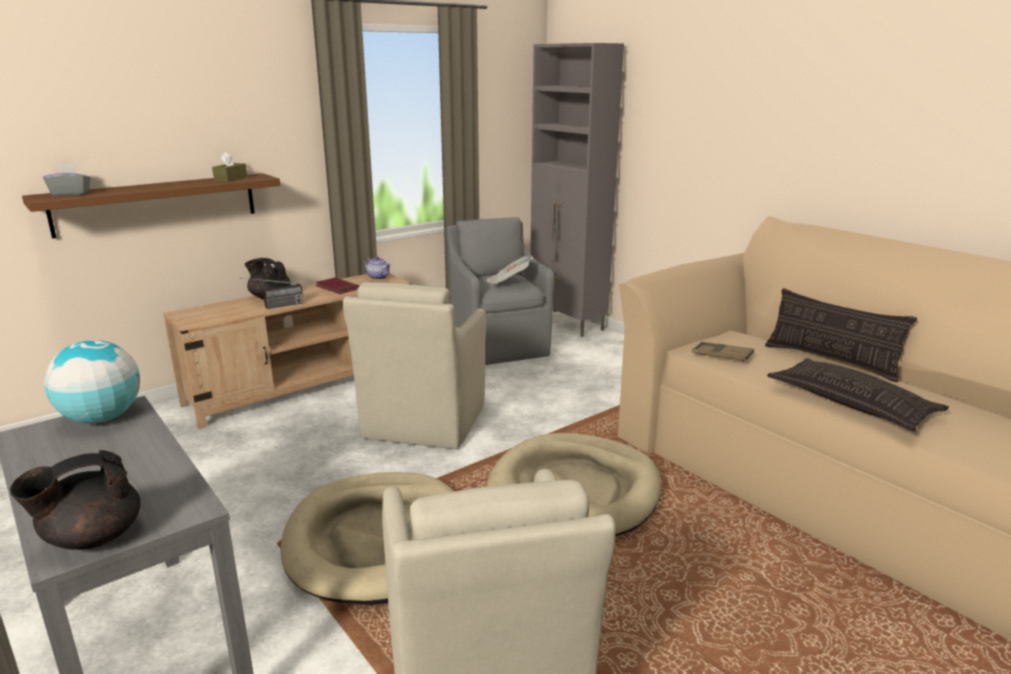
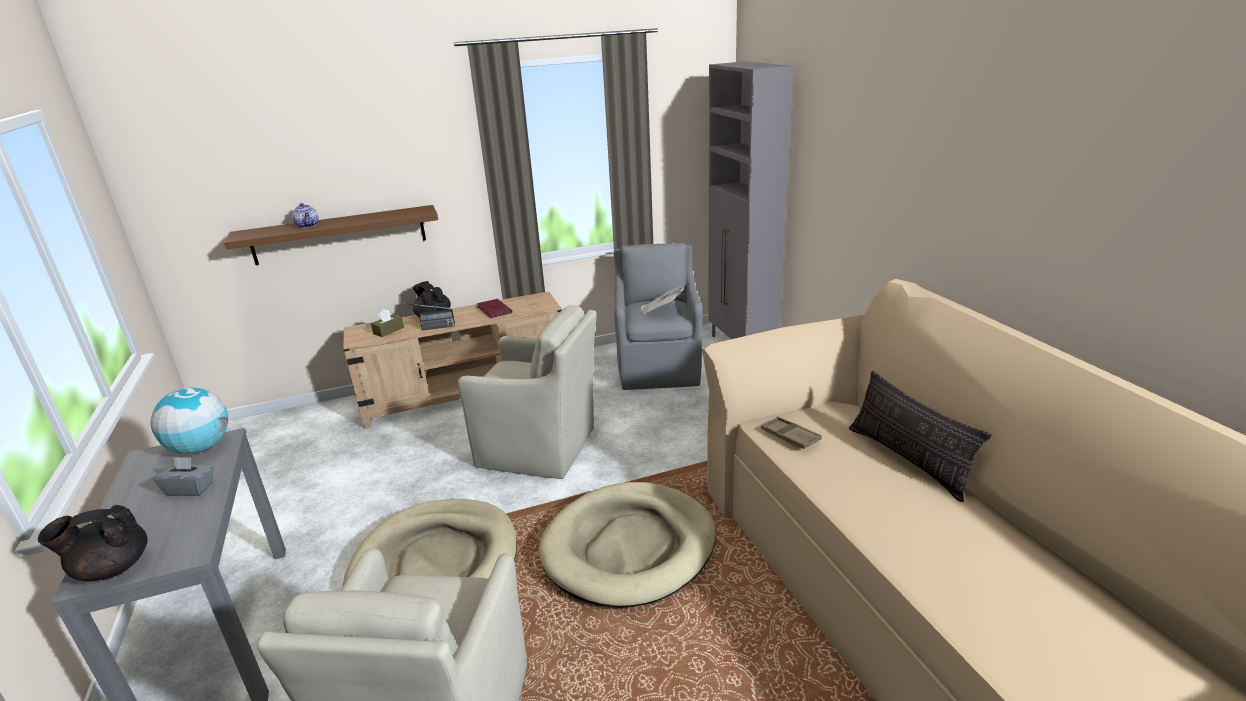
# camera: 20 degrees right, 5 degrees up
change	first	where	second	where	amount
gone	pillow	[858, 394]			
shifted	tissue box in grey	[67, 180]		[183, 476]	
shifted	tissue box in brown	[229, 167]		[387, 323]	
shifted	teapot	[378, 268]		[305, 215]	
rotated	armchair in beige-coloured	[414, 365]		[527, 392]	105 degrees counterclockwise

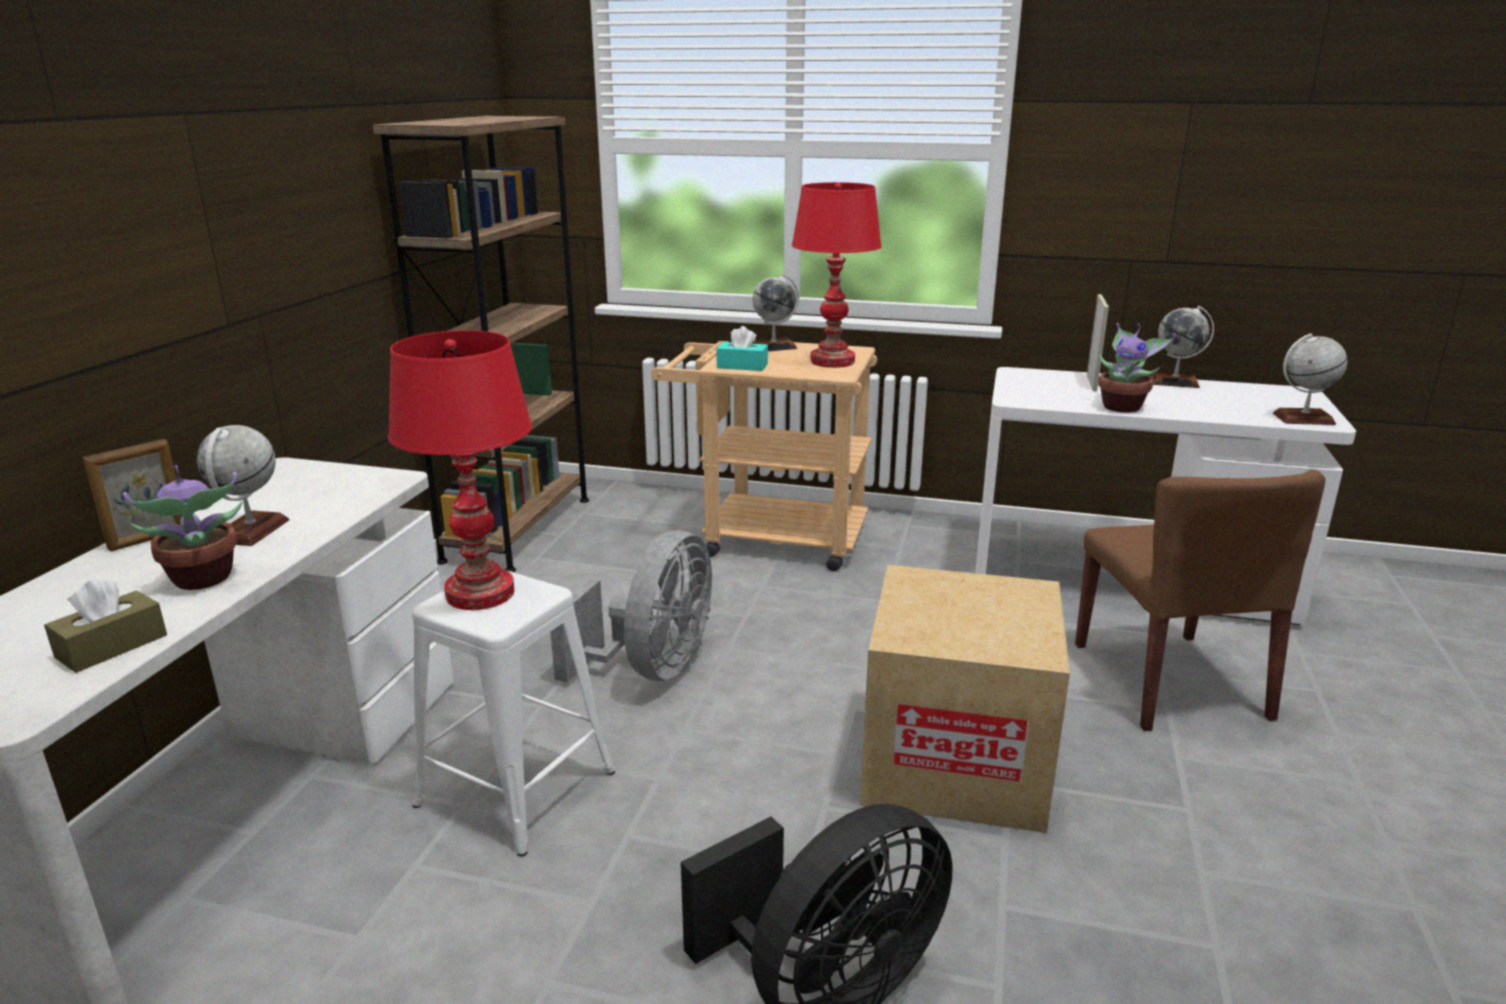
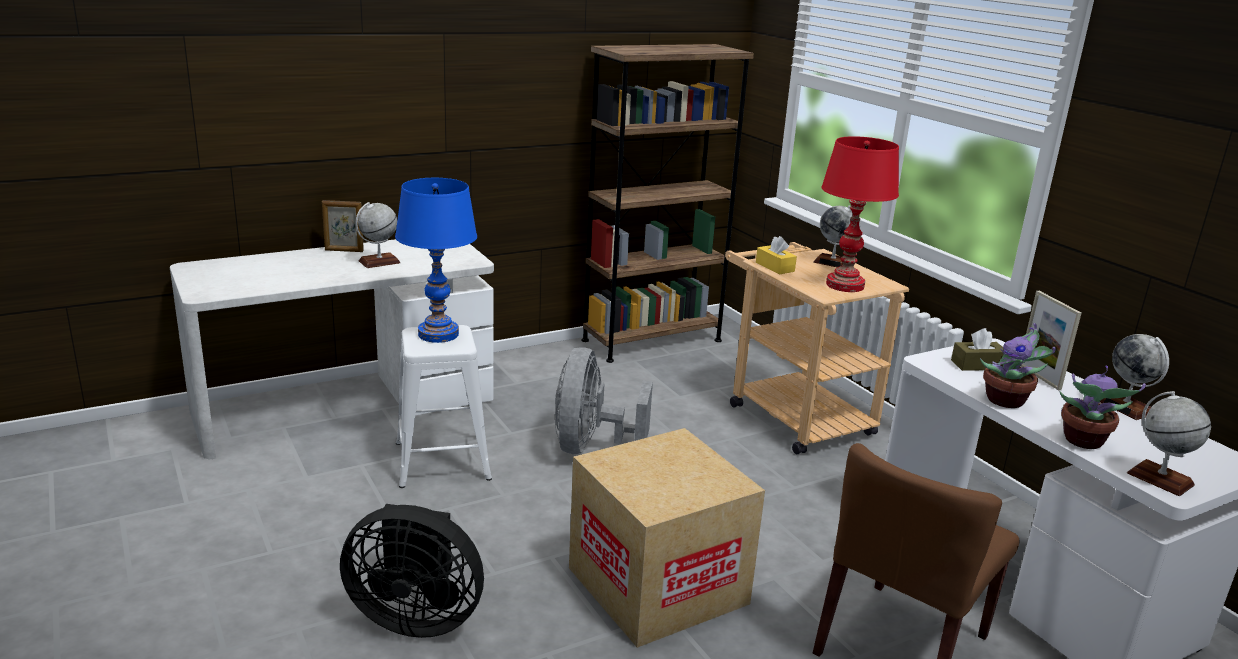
# camera: 45 degrees right, 0 degrees up
change	first	where	second	where	amount
shifted	tissue box in brown	[105, 625]		[977, 349]	
shifted	plant in a pot	[182, 527]		[1102, 407]	
repainted	tabletop lamp in red	[460, 470]	tabletop lamp in bluish	[436, 260]	
repainted	tissue box in turquoise	[742, 348]	tissue box in yellow-coloured	[776, 255]	
rotated	fan in grey	[631, 606]		[604, 400]	120 degrees clockwise
rotated	standing frame	[1098, 343]		[1051, 341]	105 degrees clockwise

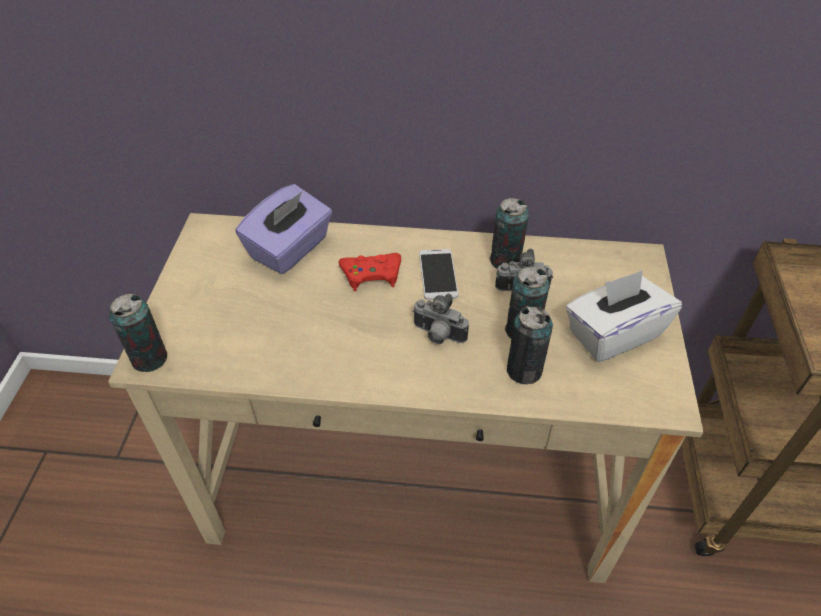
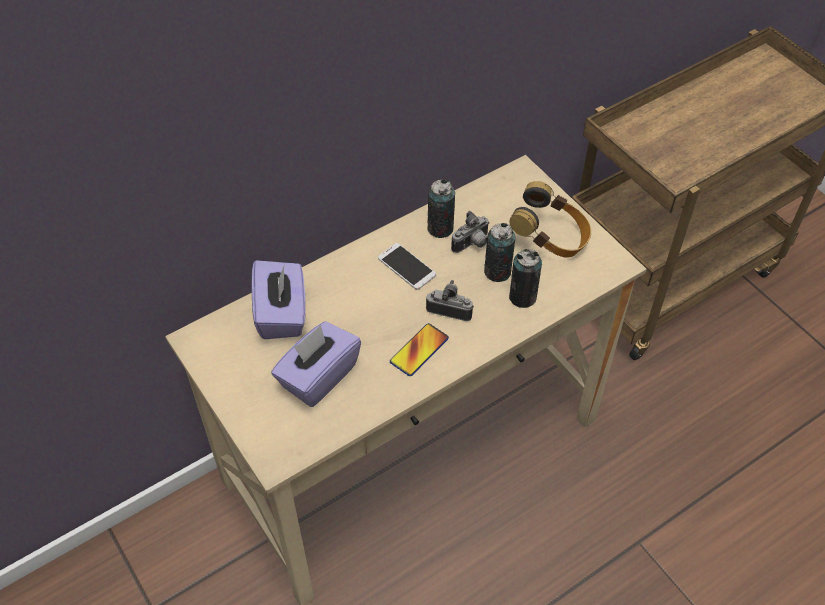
# camera: 40 degrees left, 5 degrees up
change	first	where	second	where	amount
gone	metal can	[138, 333]			
gone	joypad in red	[369, 272]			
new			tissue box in purple	[316, 364]	
new			handset	[419, 349]	
swapped	tissue box in whitish	[624, 316]	headphones	[550, 219]	
rotated	still camera	[440, 318]		[450, 300]	150 degrees counterclockwise

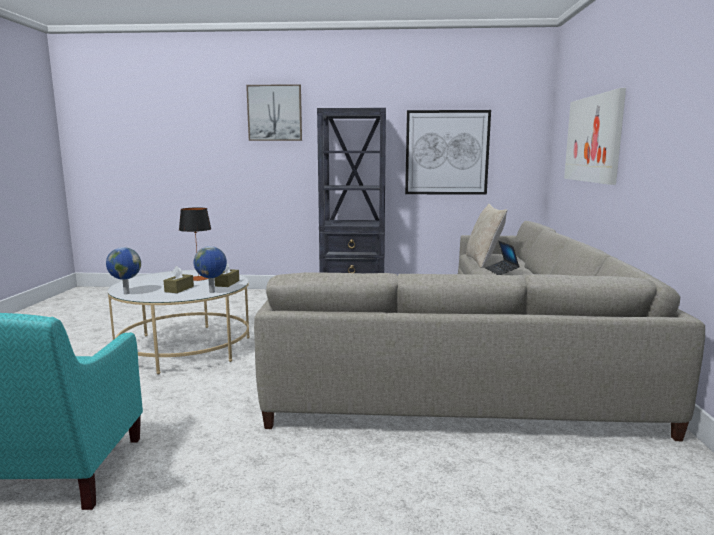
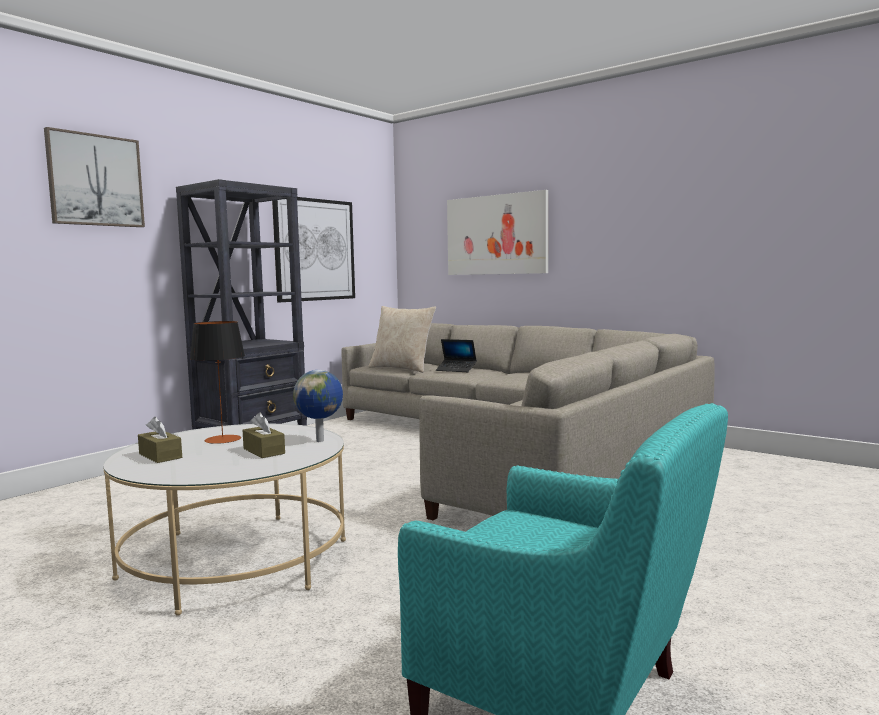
# camera: 55 degrees left, 5 degrees down
change	first	where	second	where	amount
gone	world globe	[123, 270]			
shifted	tissue box in brown	[226, 275]		[160, 440]	

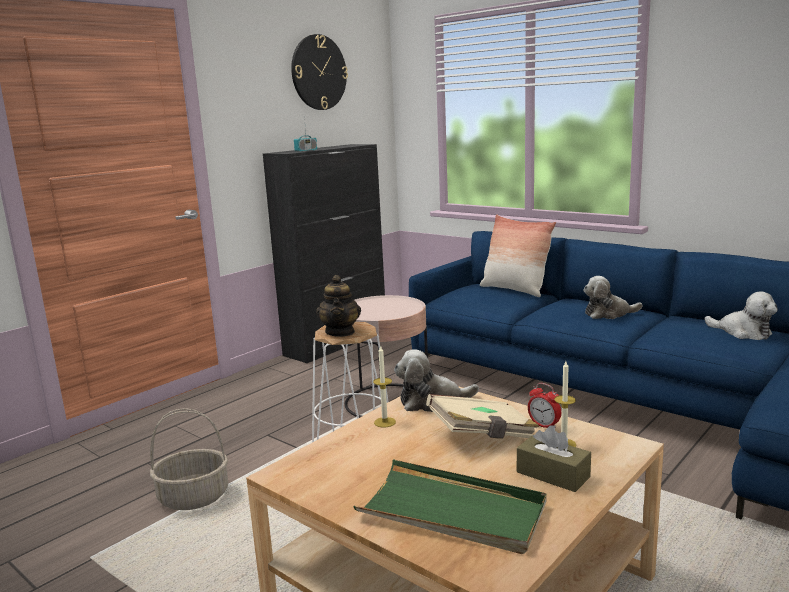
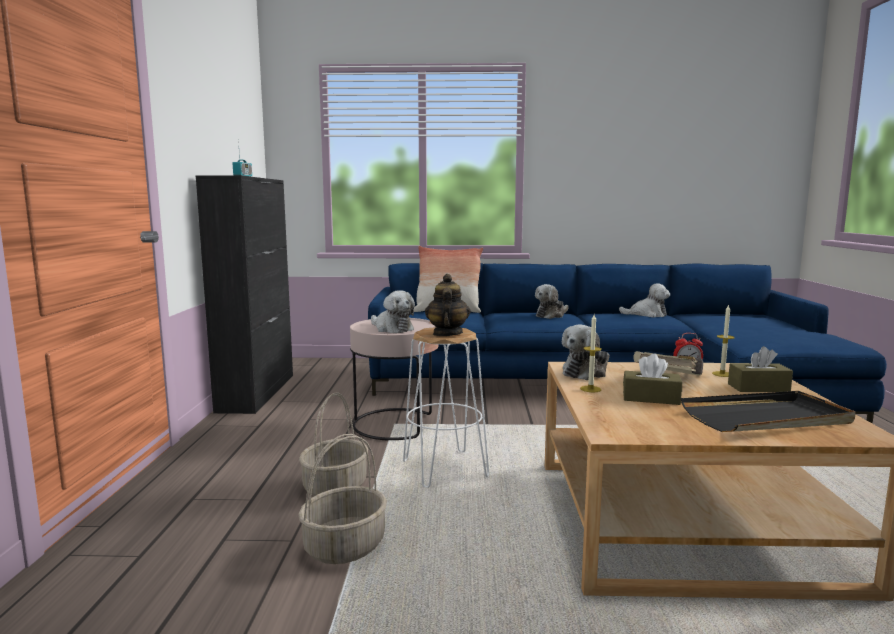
# camera: 40 degrees left, 5 degrees down
change	first	where	second	where	amount
gone	clock on the wall	[319, 72]			
new			household basket	[333, 444]	
new			soft toy	[393, 312]	
new			tissue box in brown	[652, 379]	
repainted	tray in green	[450, 506]	tray in black	[768, 411]	
rotated	teapot	[338, 306]		[448, 305]	135 degrees counterclockwise

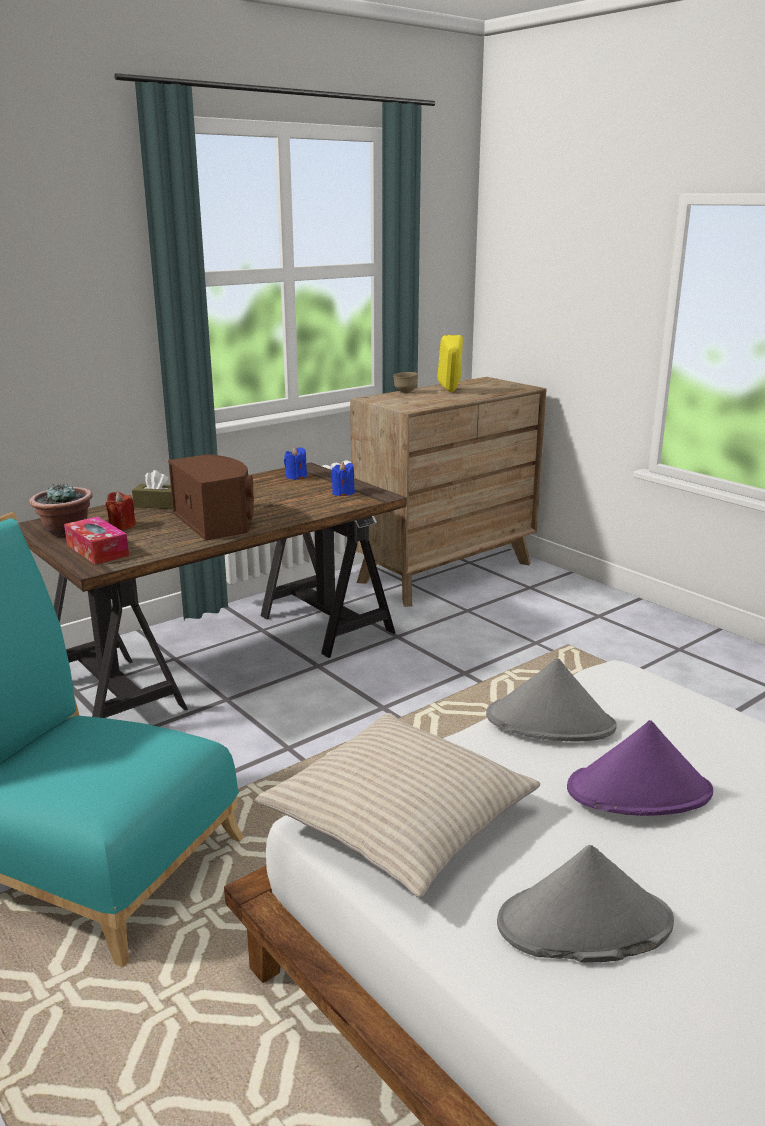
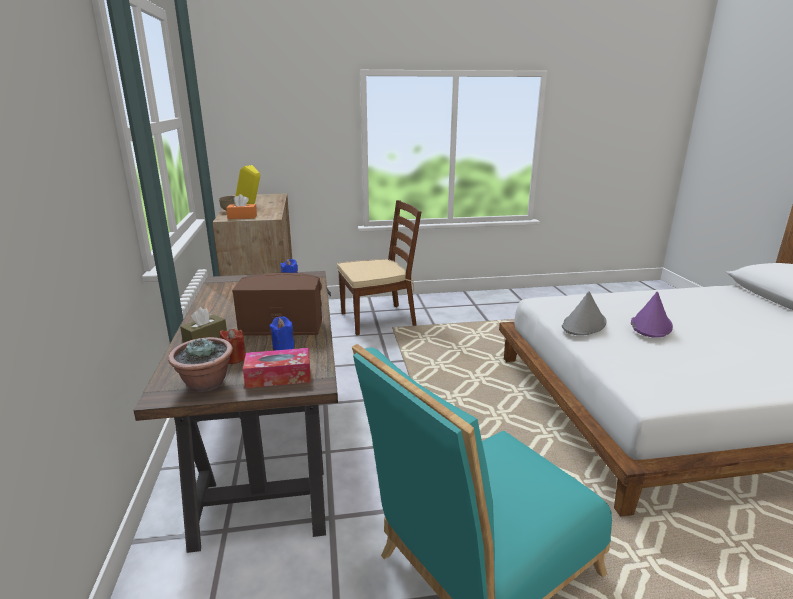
# camera: 60 degrees left, 0 degrees up
change	first	where	second	where	amount
gone	pillow in beige-coloured	[397, 805]			
gone	wearable hat in grey	[585, 904]			
new			tissue box in orangey	[241, 206]	
new			plain chair in brown	[379, 267]	
shifted	wax candle in bluish	[295, 463]		[282, 334]	

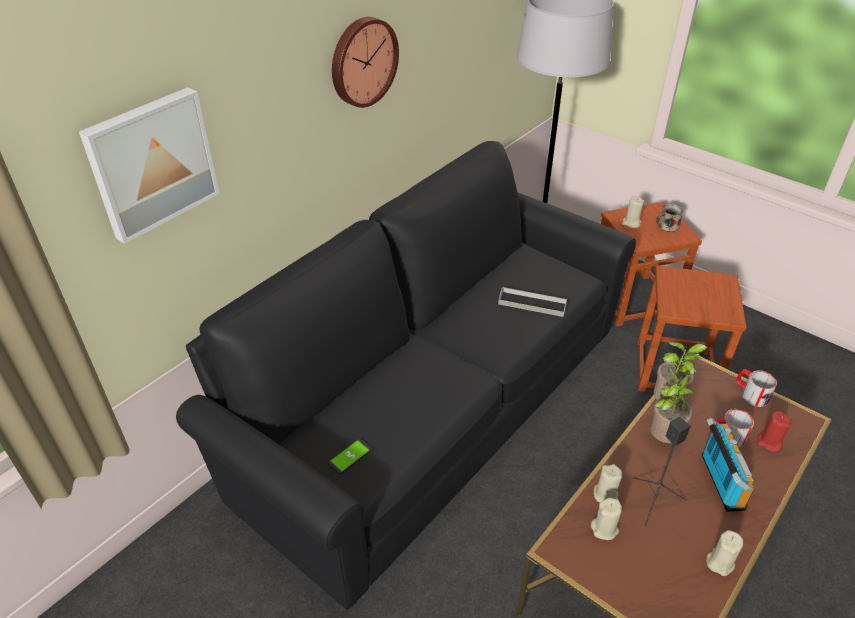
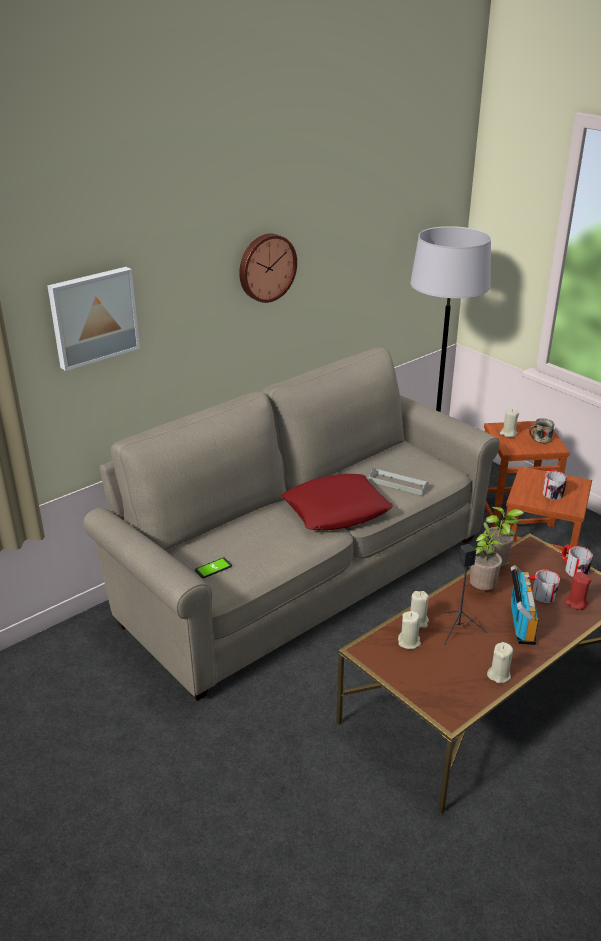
# camera: 10 degrees right, 10 degrees down
change	first	where	second	where	amount
new			pillow in red	[337, 502]	
new			tea mug	[555, 484]	
repainted	couch in black	[406, 375]	couch in beige-coloured	[292, 524]	

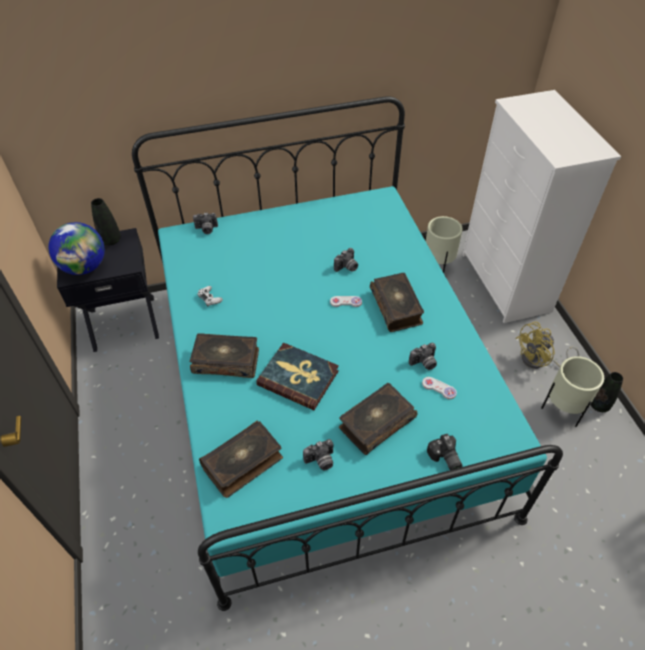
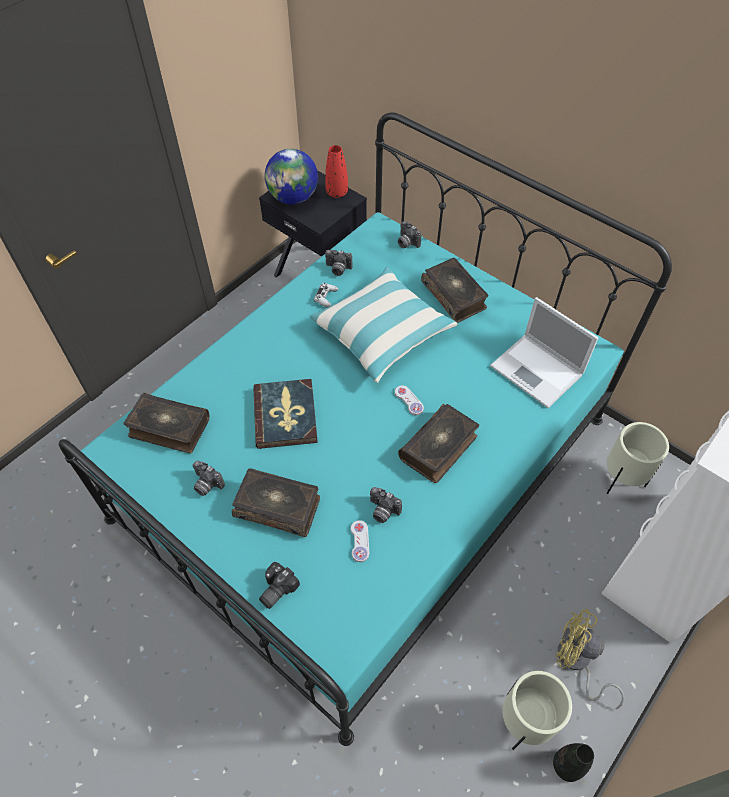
# camera: 55 degrees right, 5 degrees up
change	first	where	second	where	amount
new			pillow	[384, 324]	
new			laptop	[544, 352]	
shifted	bound book	[224, 355]		[454, 290]	
shifted	still camera	[346, 260]		[339, 263]	
repainted	vase in black	[106, 221]	vase in red	[336, 171]	

